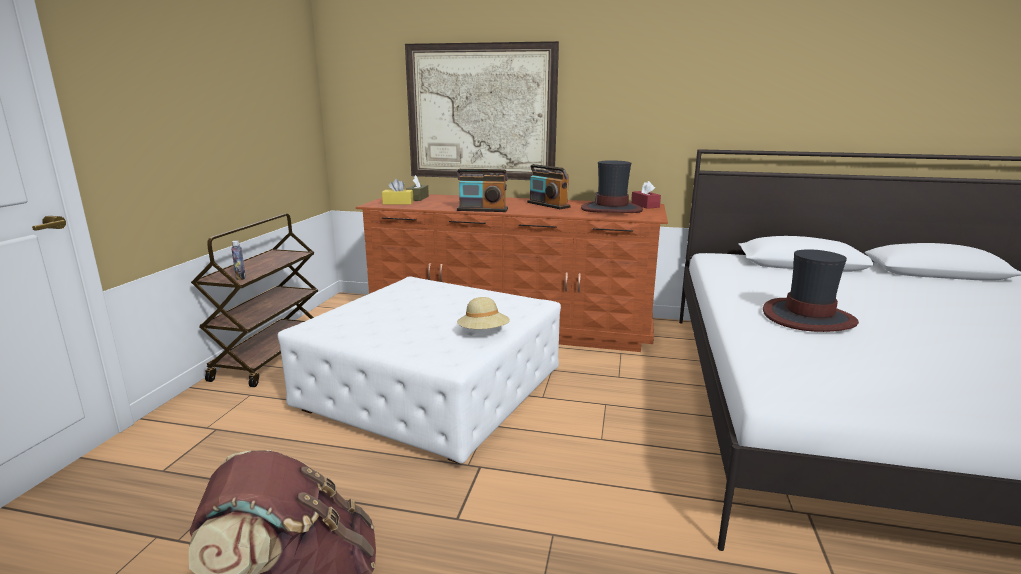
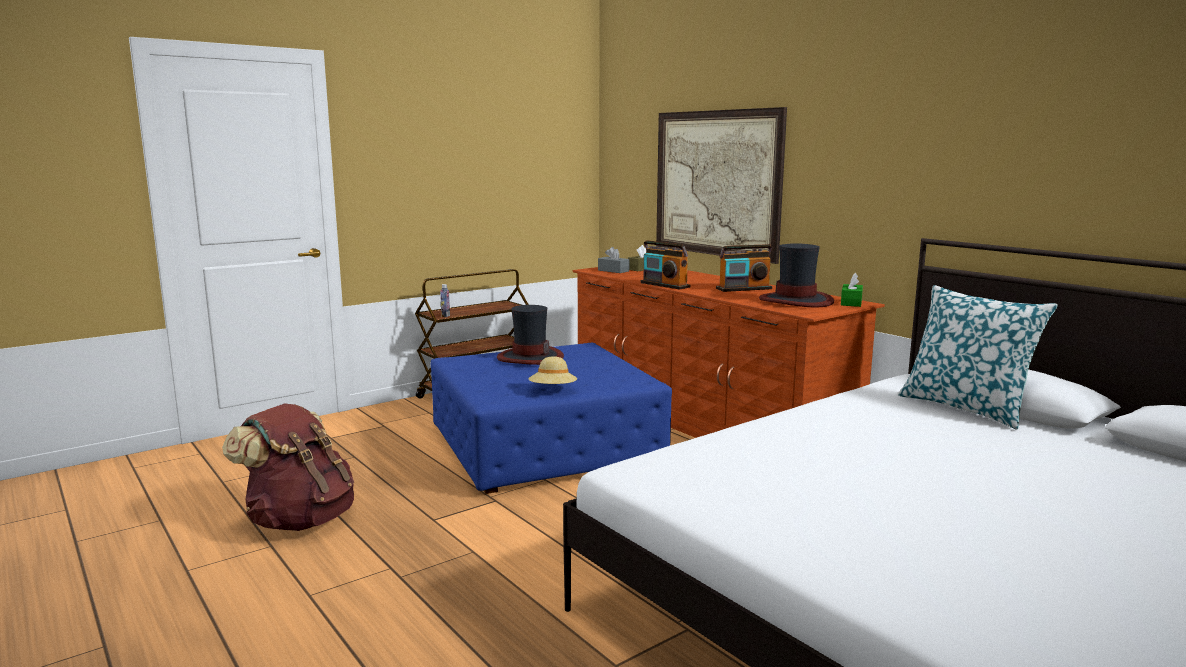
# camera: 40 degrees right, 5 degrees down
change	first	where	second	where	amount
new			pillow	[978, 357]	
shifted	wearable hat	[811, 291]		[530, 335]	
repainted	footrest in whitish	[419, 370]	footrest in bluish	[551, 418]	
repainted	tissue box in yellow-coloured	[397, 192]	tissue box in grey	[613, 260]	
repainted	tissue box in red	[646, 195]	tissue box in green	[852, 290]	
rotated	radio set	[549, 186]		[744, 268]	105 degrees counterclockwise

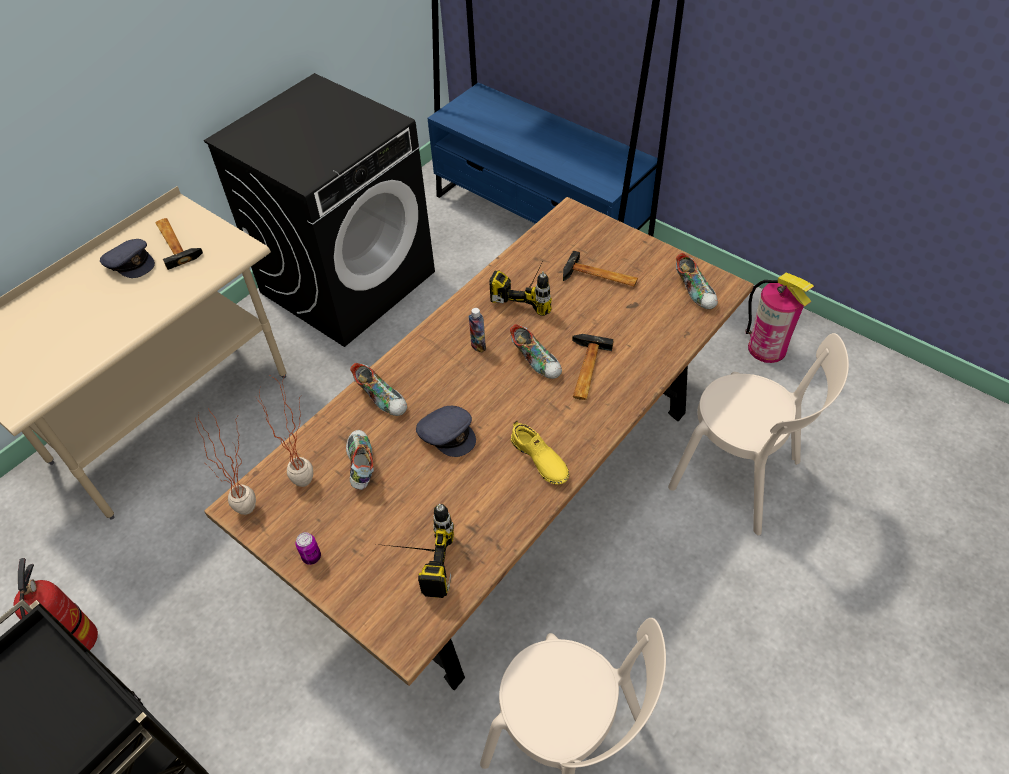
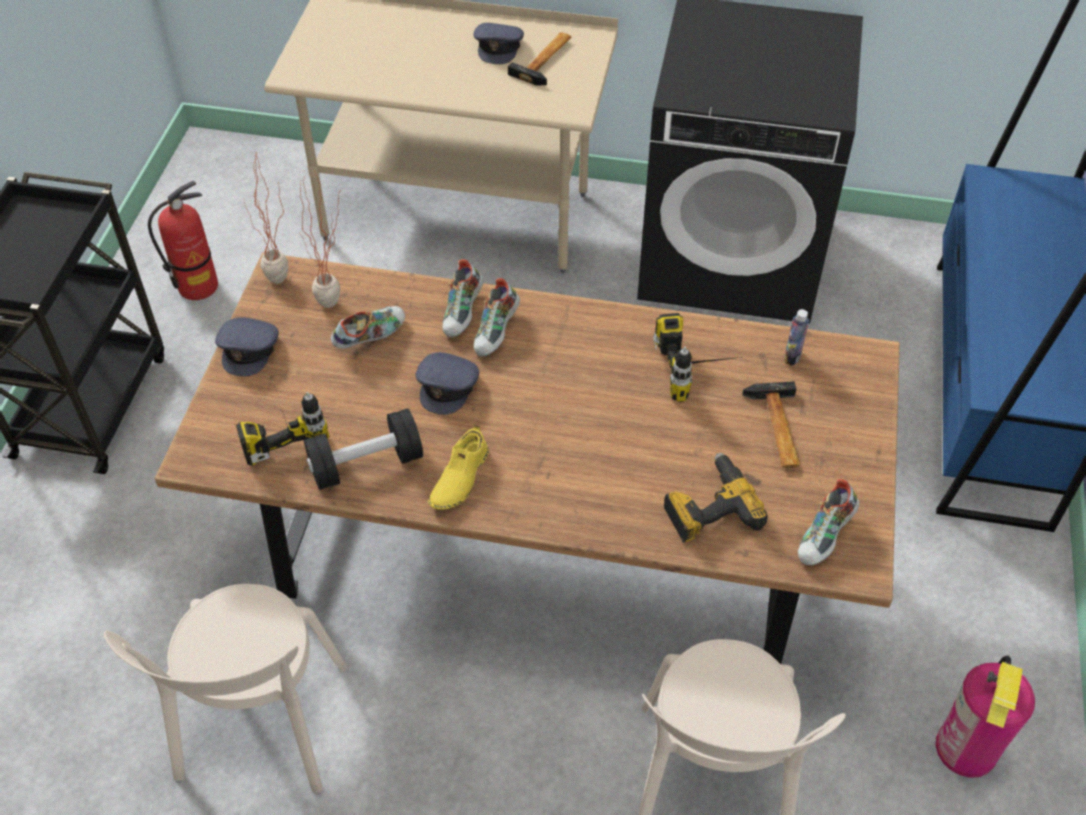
# camera: 60 degrees right, 0 degrees up
change	first	where	second	where	amount
gone	hand hammer	[593, 367]			
new			free weight in black	[363, 449]	
new			electric drill	[716, 498]	
shifted	bottle	[477, 330]		[796, 337]	
shifted	item of footwear	[536, 351]		[497, 317]	
swapped	metal can	[308, 548]	baseball cap in grey	[247, 346]	

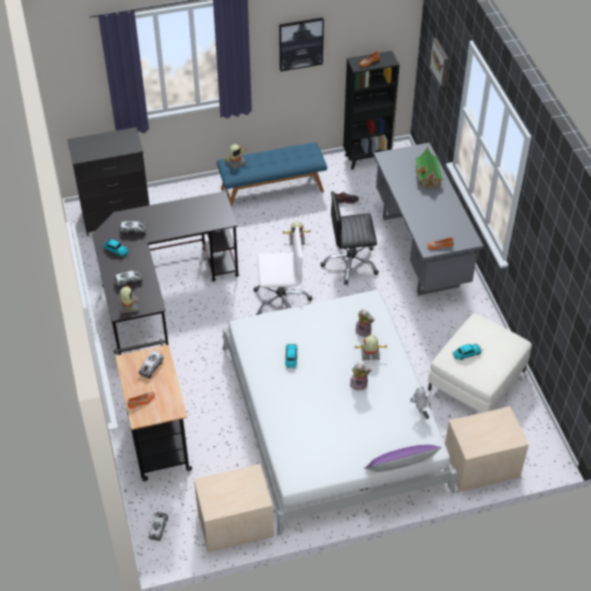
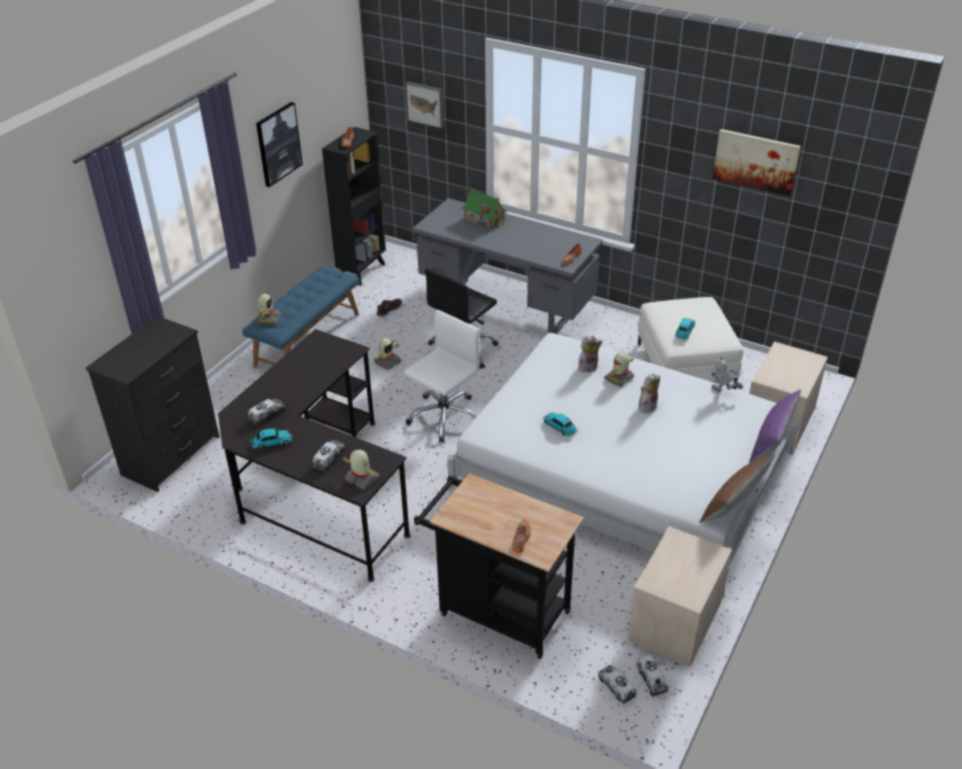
# camera: 45 degrees left, 10 degrees down
change	first	where	second	where	amount
new			pillow in brown	[737, 488]	
new			picture	[757, 162]	
shifted	toy truck	[151, 364]		[652, 676]	

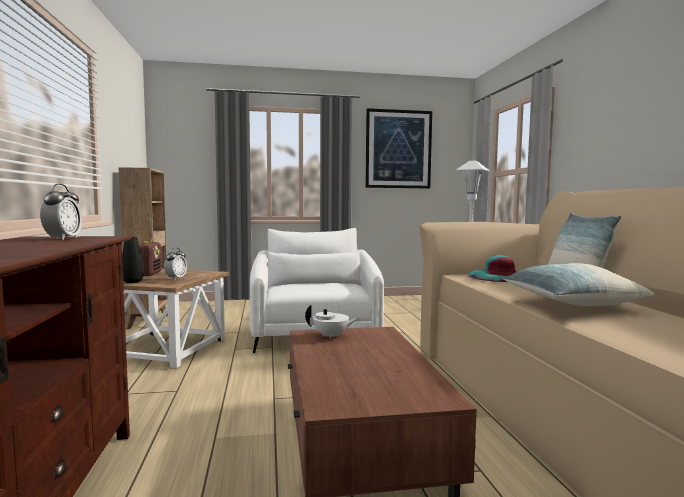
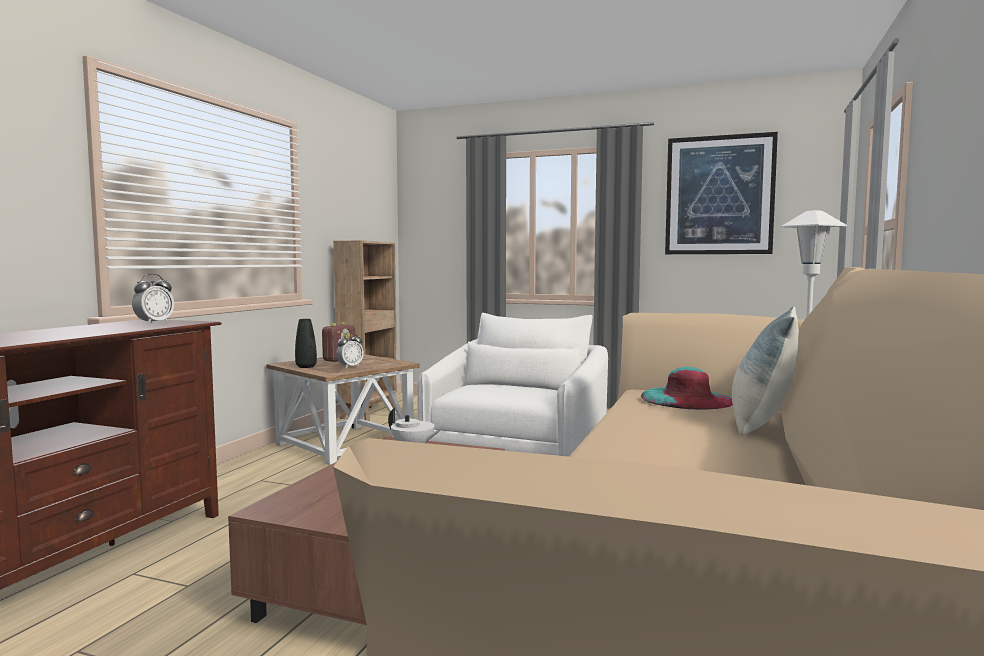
# camera: 30 degrees right, 0 degrees up
change	first	where	second	where	amount
gone	pillow	[578, 284]			

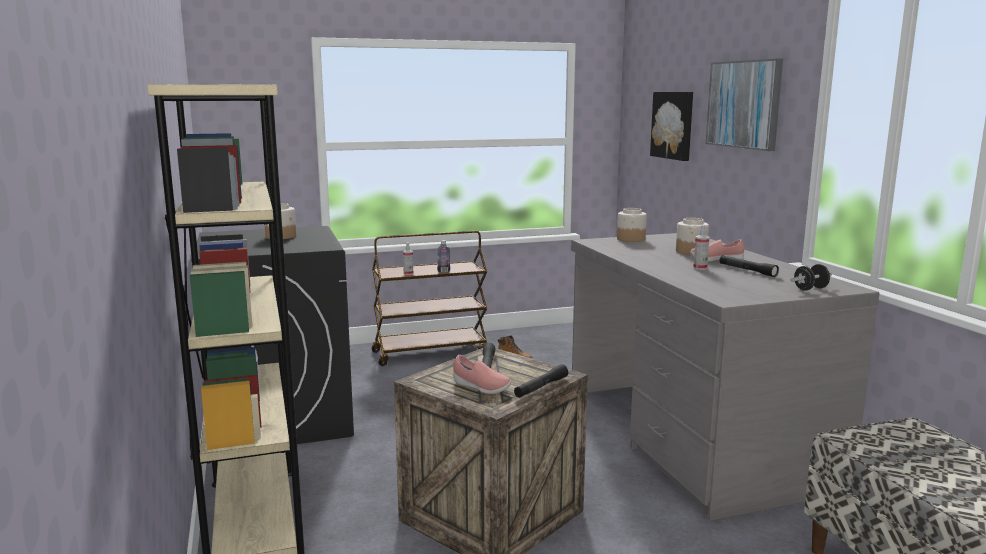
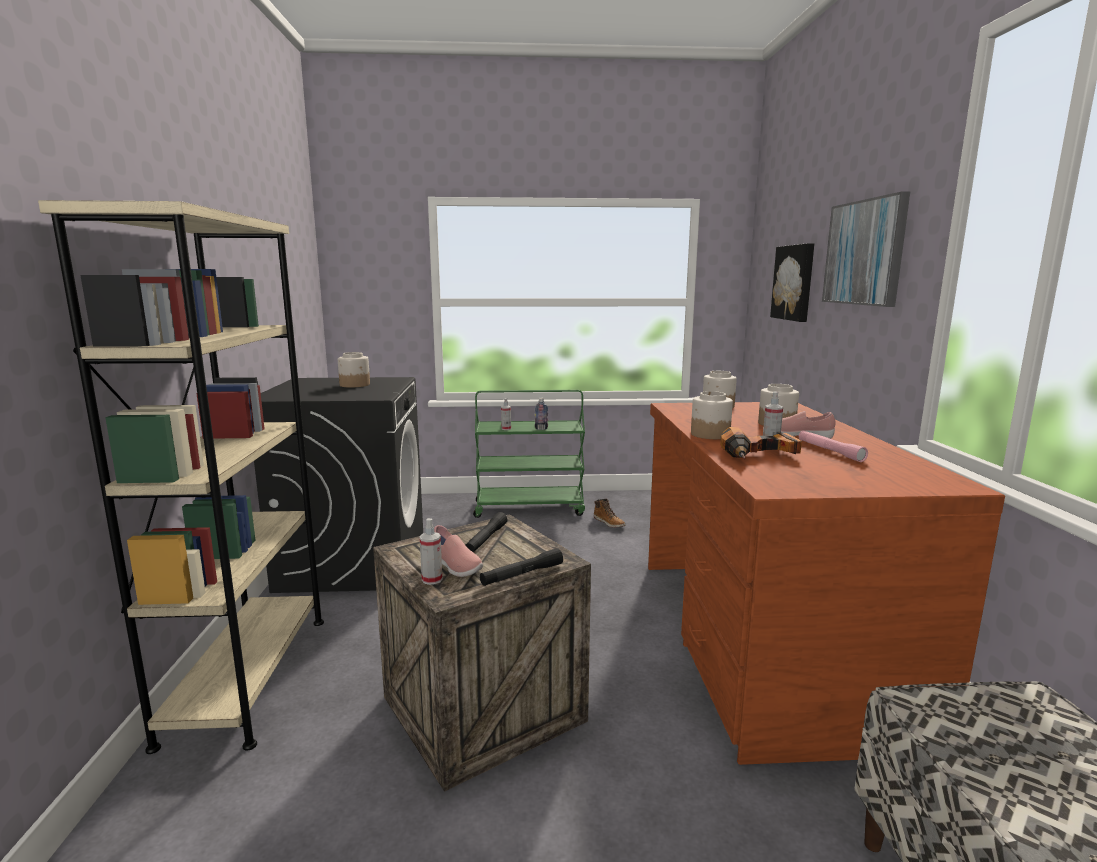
# camera: 15 degrees right, 0 degrees up
change	first	where	second	where	amount
gone	free weight in black	[811, 277]			
new			hand sprayer	[431, 551]	
new			storage jar	[712, 415]	
new			electric drill	[761, 443]	
repainted	wheeled cart in brown	[429, 298]	wheeled cart in green	[529, 454]	
repainted	desk in grey	[725, 377]	desk in brown	[826, 583]	
repainted	torch in black	[749, 266]	torch in pink	[833, 446]	

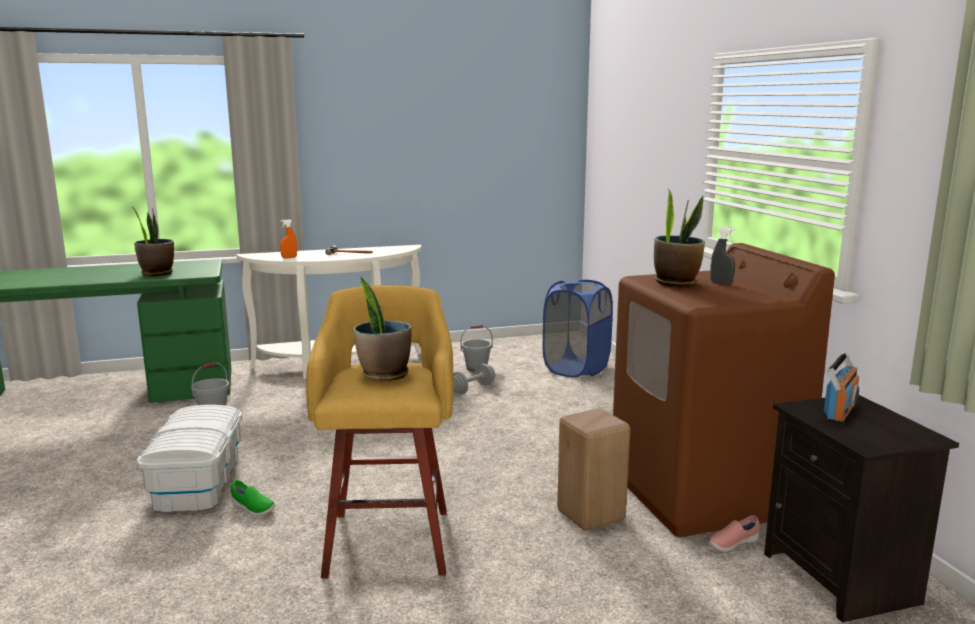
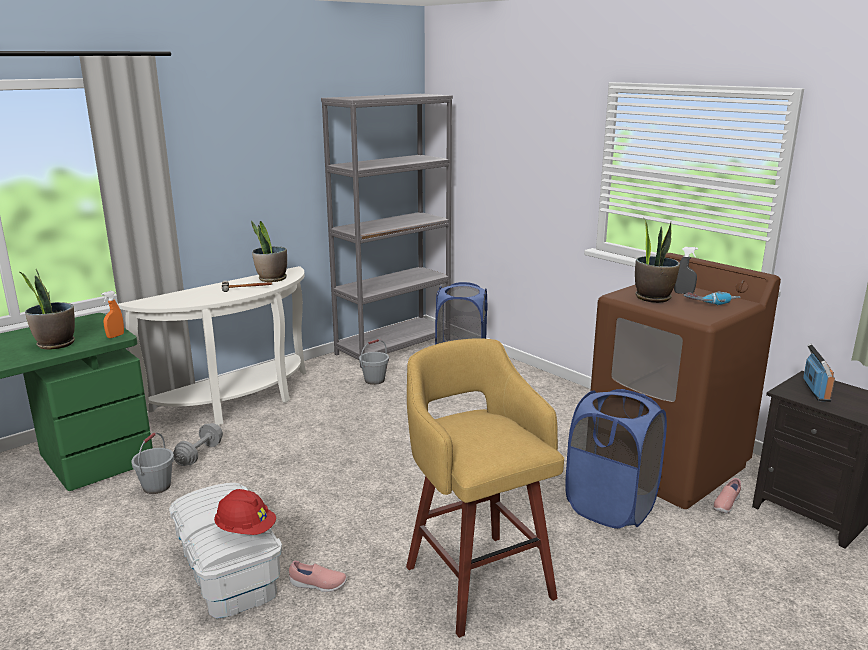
# camera: 25 degrees left, 5 degrees up
change	first	where	second	where	amount
new			hard hat in red	[245, 512]	
new			bookcase in grey	[387, 231]	
new			electric drill	[712, 298]	
shifted	hand sprayer in orangey	[288, 238]		[112, 314]	
shifted	plant in a pot	[383, 328]		[269, 251]	
shifted	free weight in grey	[474, 379]		[198, 444]	
swapped	stool seat in beige-coloured	[593, 469]	laundry basket in bluish	[616, 459]	
repainted	item of footwear in green	[253, 498]	item of footwear in pink	[318, 576]	

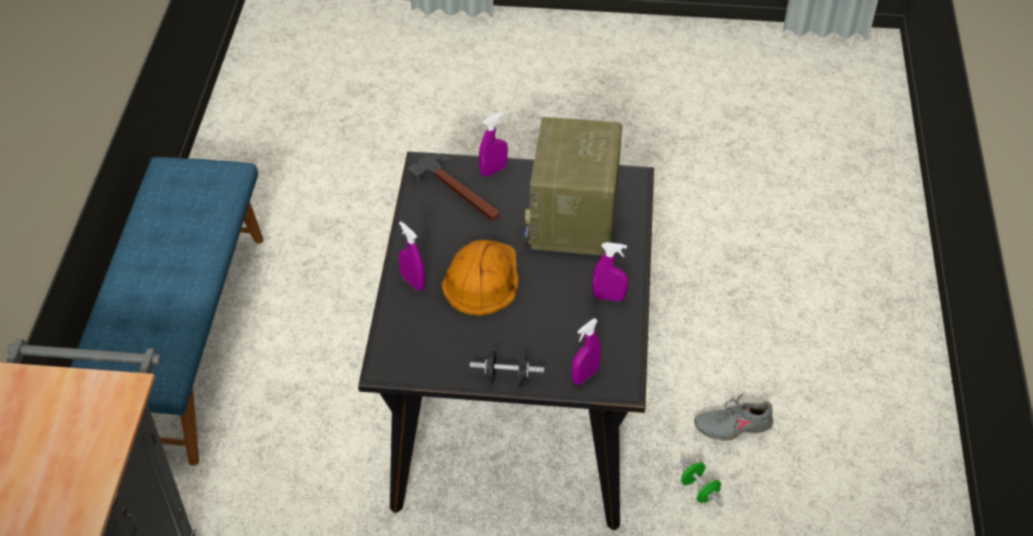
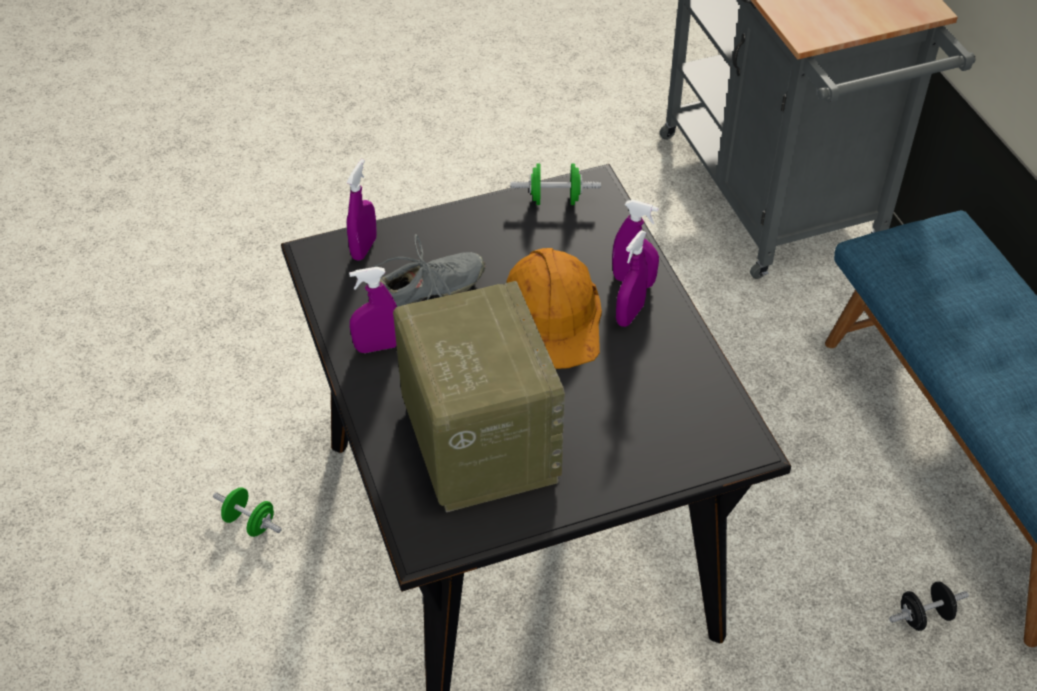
# camera: 155 degrees right, 0 degrees up
change	first	where	second	where	amount
gone	hand hammer	[454, 188]			
new			free weight in green	[556, 184]	
shifted	free weight in black	[507, 368]		[929, 606]	
shifted	hand sprayer in purple	[493, 144]		[632, 278]	
shifted	item of footwear in grey	[733, 416]		[429, 270]	

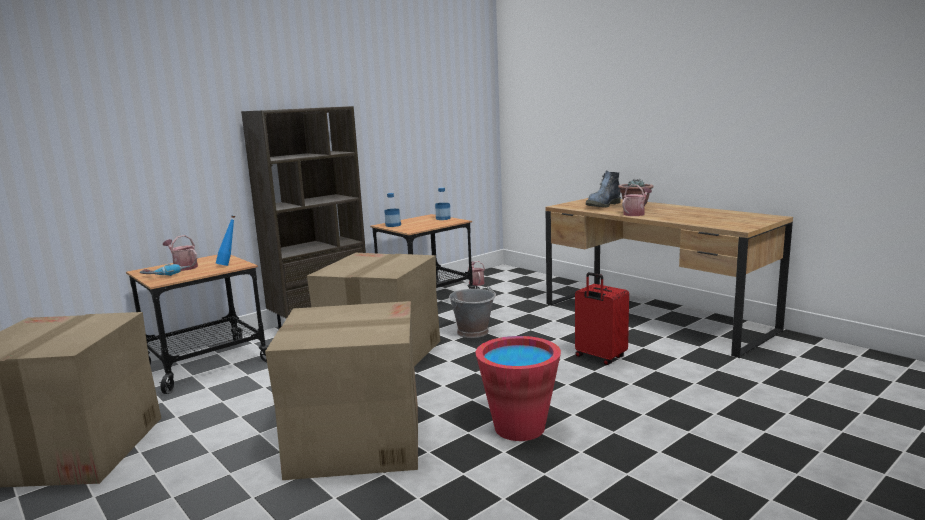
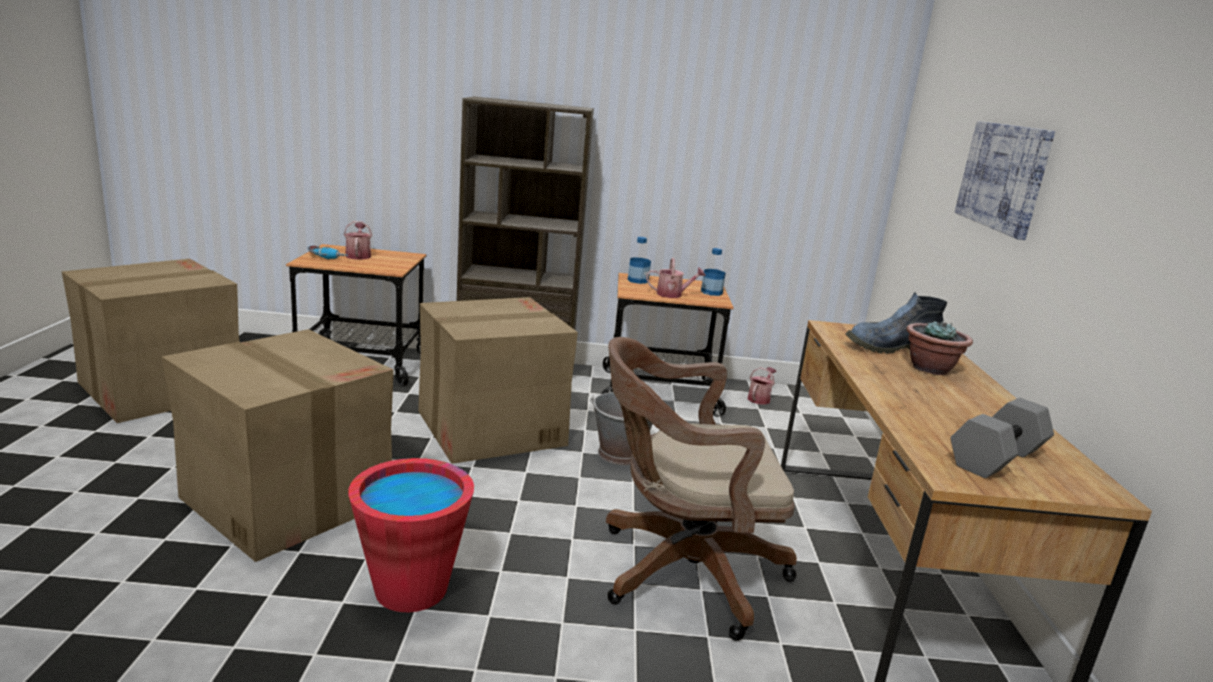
# camera: 40 degrees right, 5 degrees up
change	first	where	second	where	amount
gone	bottle in bluish	[225, 241]			
new			free weight in grey	[1002, 438]	
new			picture	[1005, 180]	
shifted	sprinkling can	[637, 200]		[676, 278]	
swapped	piece of luggage in red	[602, 318]	computer chair in brown	[701, 489]	

